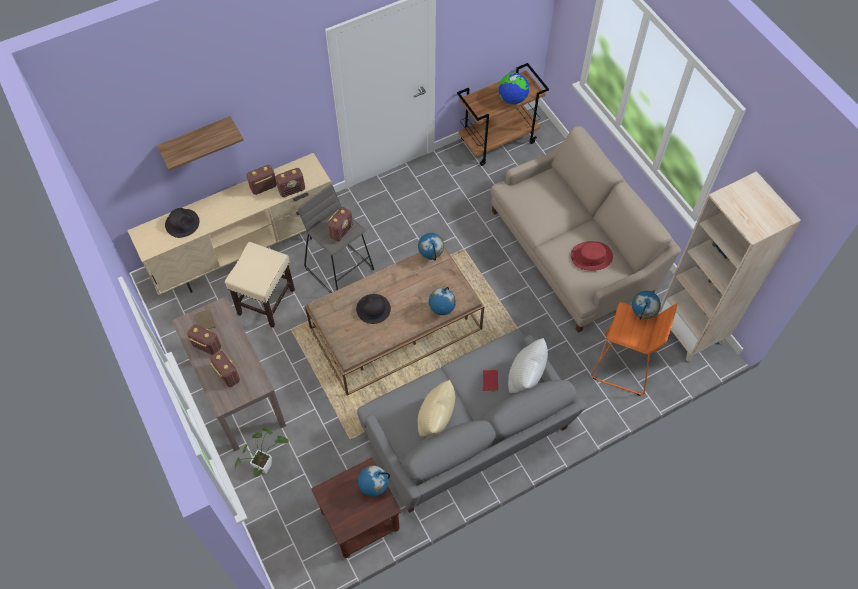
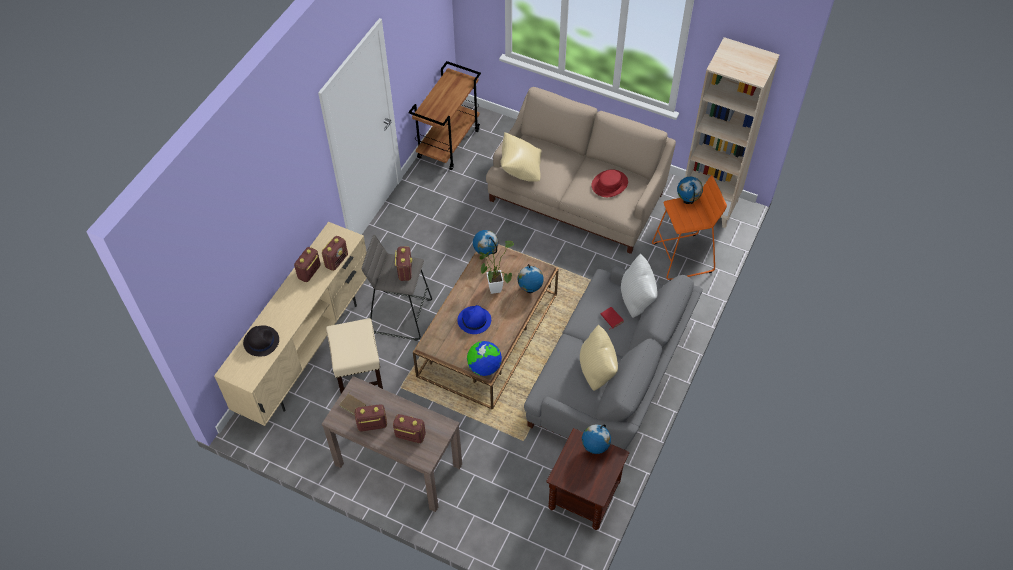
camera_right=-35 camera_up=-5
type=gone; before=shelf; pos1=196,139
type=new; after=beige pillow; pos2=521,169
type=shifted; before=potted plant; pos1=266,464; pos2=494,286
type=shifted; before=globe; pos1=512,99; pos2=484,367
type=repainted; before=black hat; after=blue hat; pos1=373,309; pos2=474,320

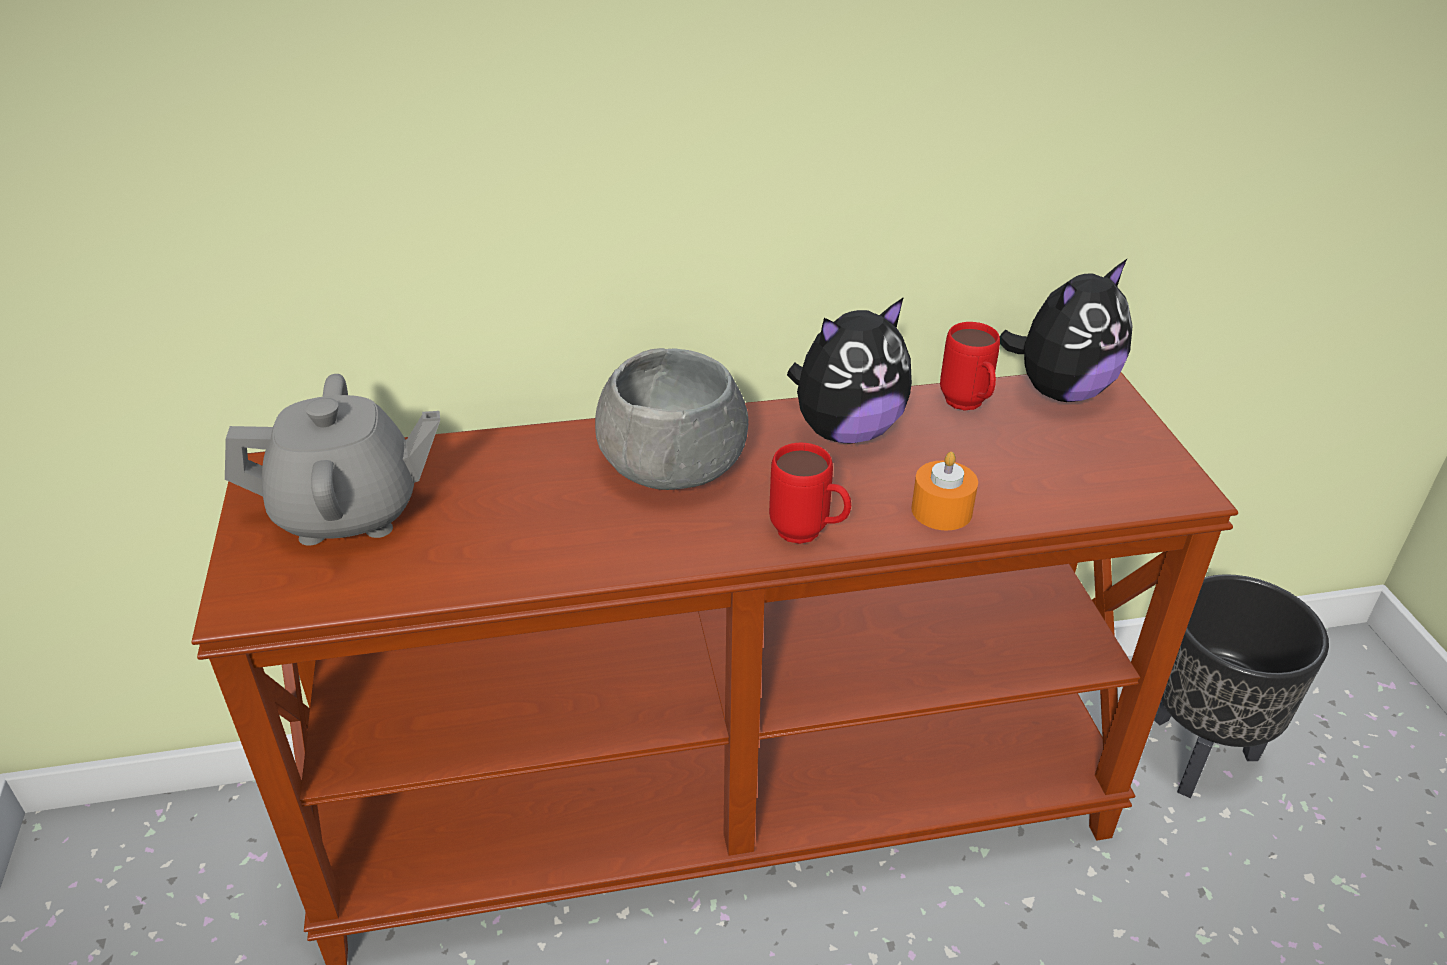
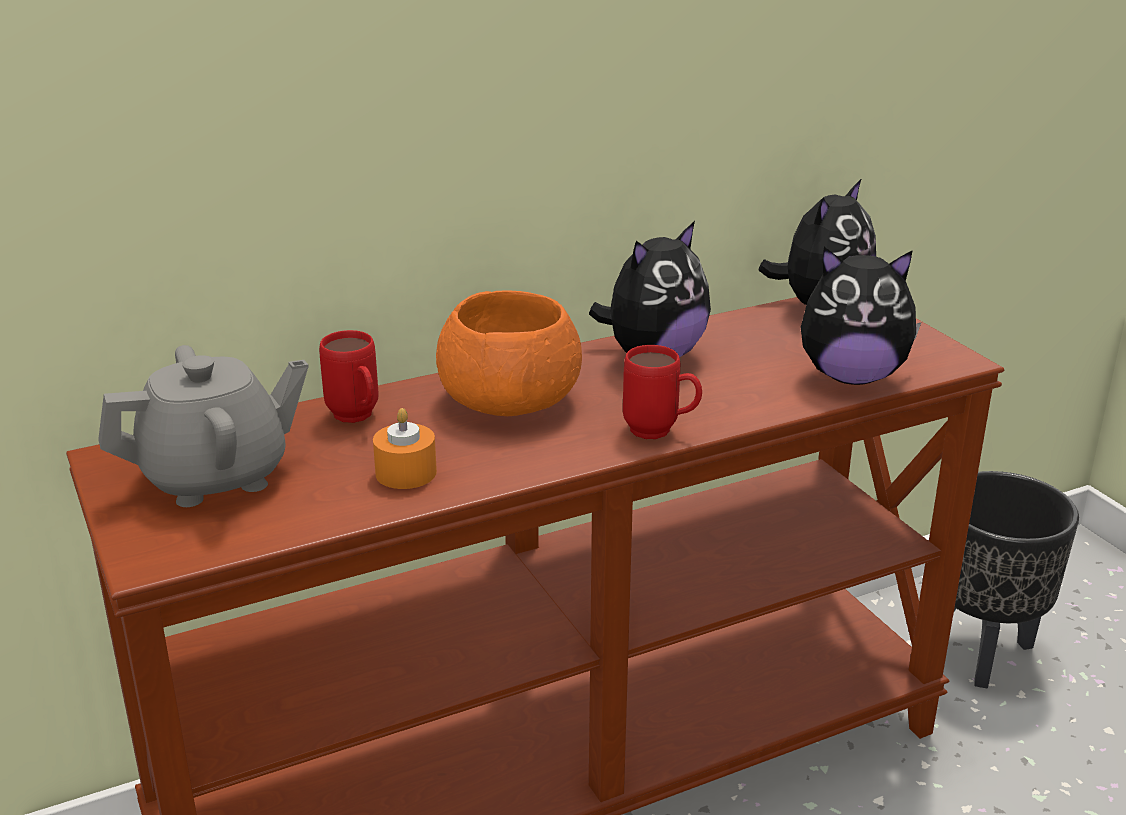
camera_right=-15 camera_up=-10
type=new; after=plush toy; pos2=852,376
type=shifted; before=orange candle; pos1=941,510; pos2=406,473
type=shifted; before=red mug; pos1=968,407; pos2=357,419
type=repainted; before=grey bowl; after=orange bowl; pos1=672,464; pos2=509,400

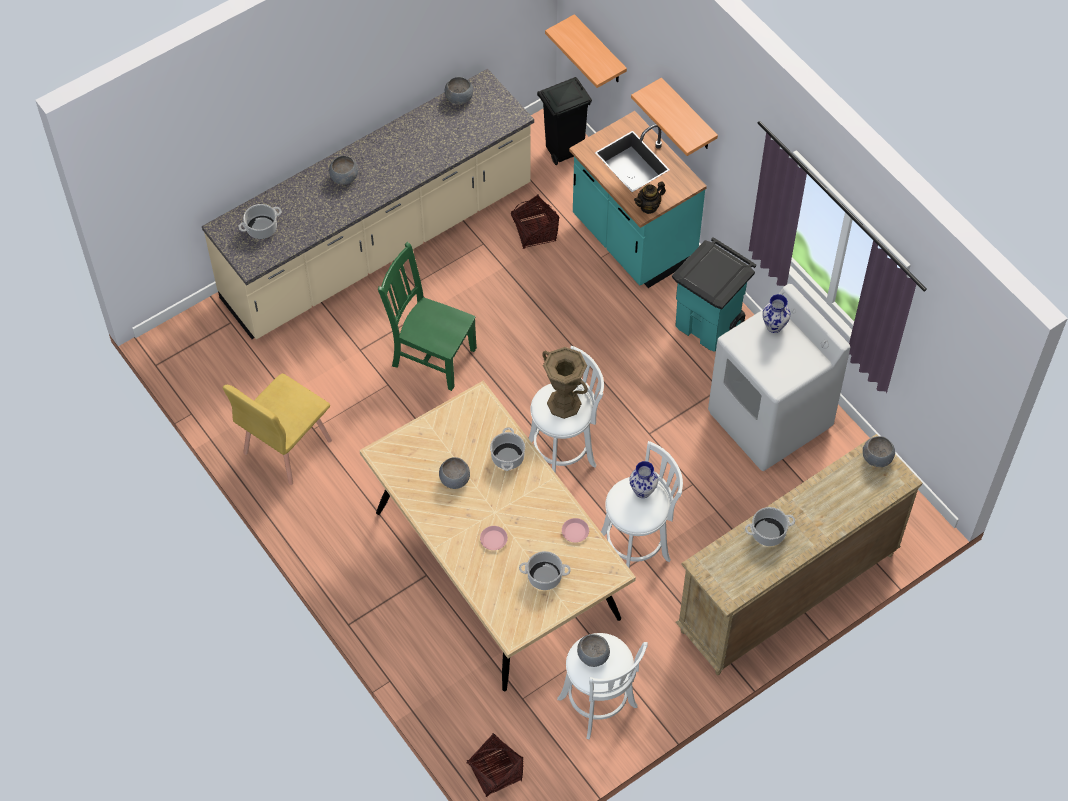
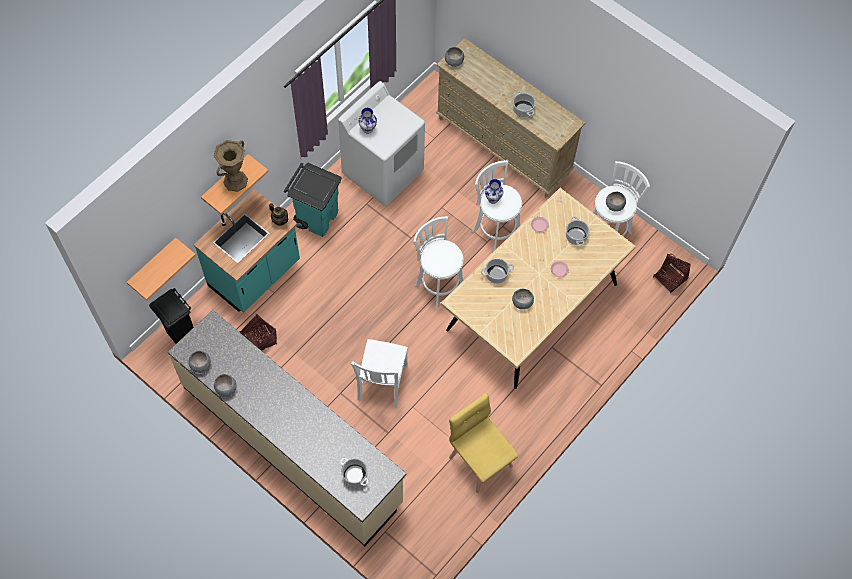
camera_right=-105 camera_up=5
type=shifted; before=grey bowl; pos1=343,177; pos2=226,389
type=shifted; before=brown vase; pos1=564,404; pos2=235,181
type=repainted; before=green chair; after=white chair; pos1=431,355; pos2=381,384
type=rotated; before=yellow chair; pos1=286,447; pos2=480,461; turn=-150

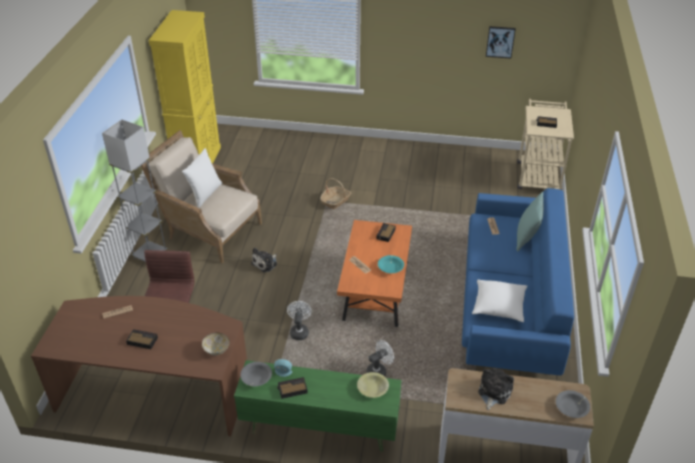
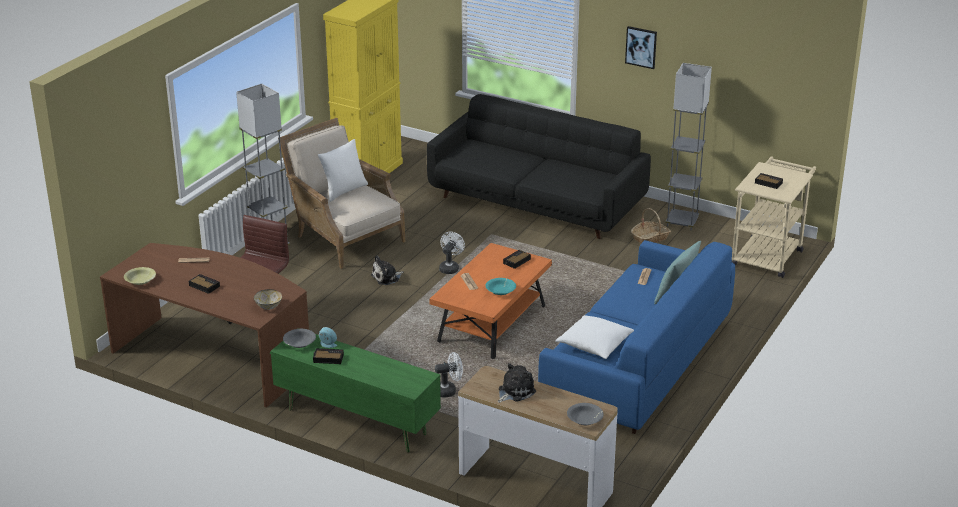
camera_right=20 camera_up=-10
type=new; after=black sofa; pos2=536,202
type=new; after=grey floor lamp; pos2=682,222
type=shifted; before=white fan; pos1=299,331; pos2=450,267
type=shifted; before=basket; pos1=335,201; pos2=650,238
type=shifted; before=yellow bowl; pos1=372,388; pos2=140,280
type=shifted; before=picture; pos1=500,41; pos2=641,47

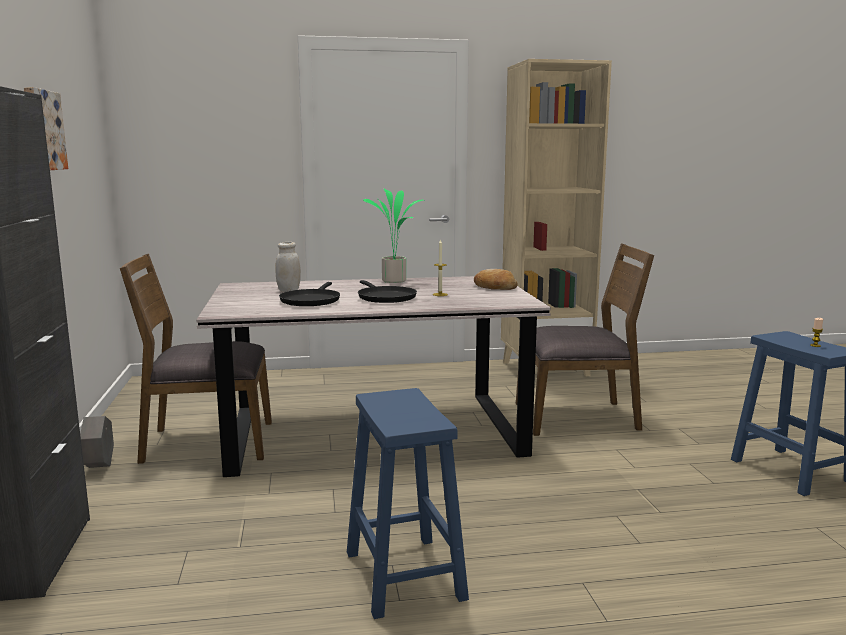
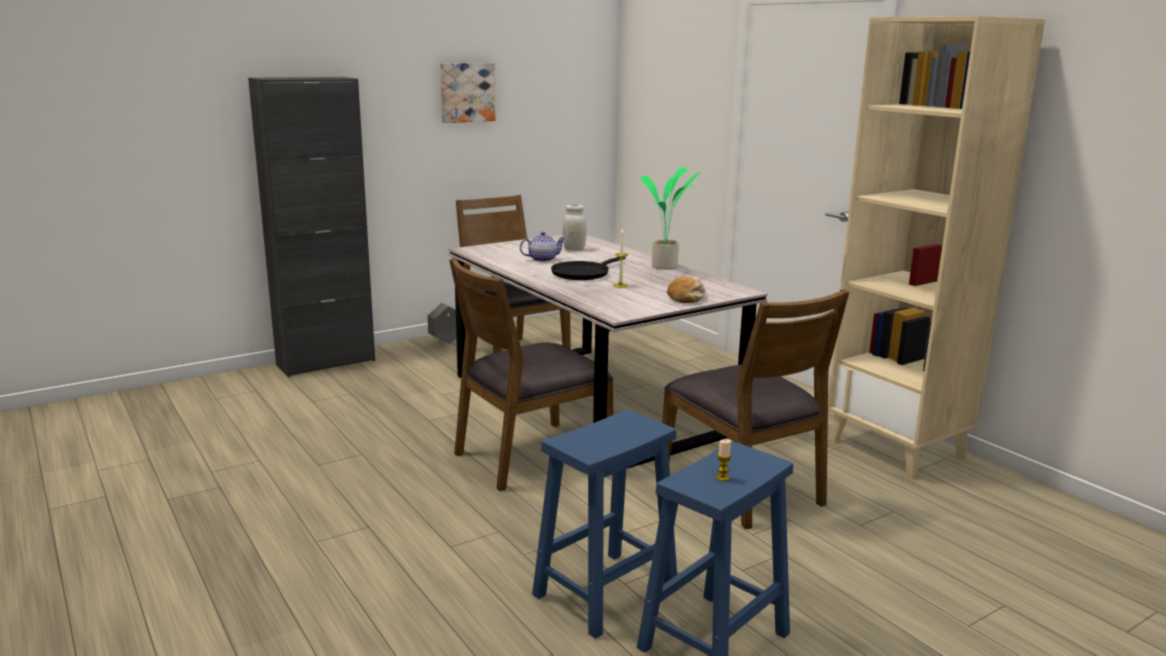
camera_right=65 camera_up=5
type=new; after=brown chair; pos2=530,456
type=shifted; before=blue stool; pos1=403,574; pos2=607,591
type=swapped; before=black frying pan; after=teapot; pos1=311,300; pos2=542,259

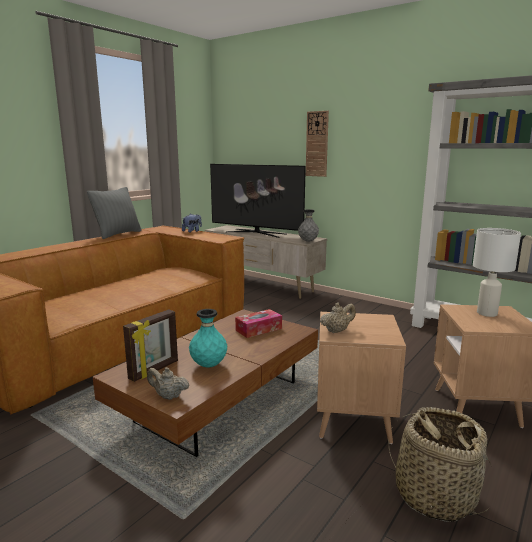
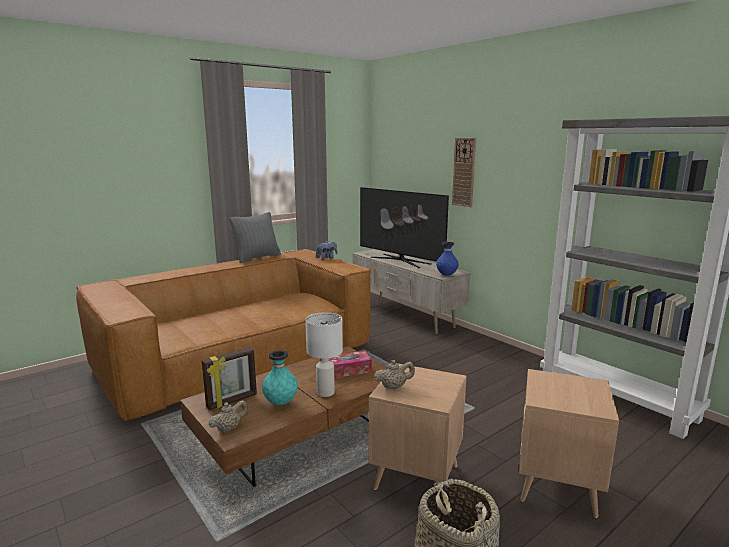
camera_right=15 camera_up=0
type=shifted; before=white table lamp; pos1=487,313; pos2=325,392
type=repainted; before=grey vase; after=blue vase; pos1=308,241; pos2=446,275
type=rotated; before=beige teapot; pos1=168,396; pos2=229,428; turn=105

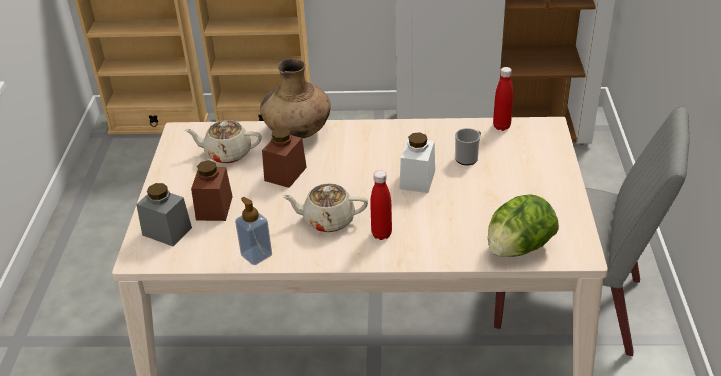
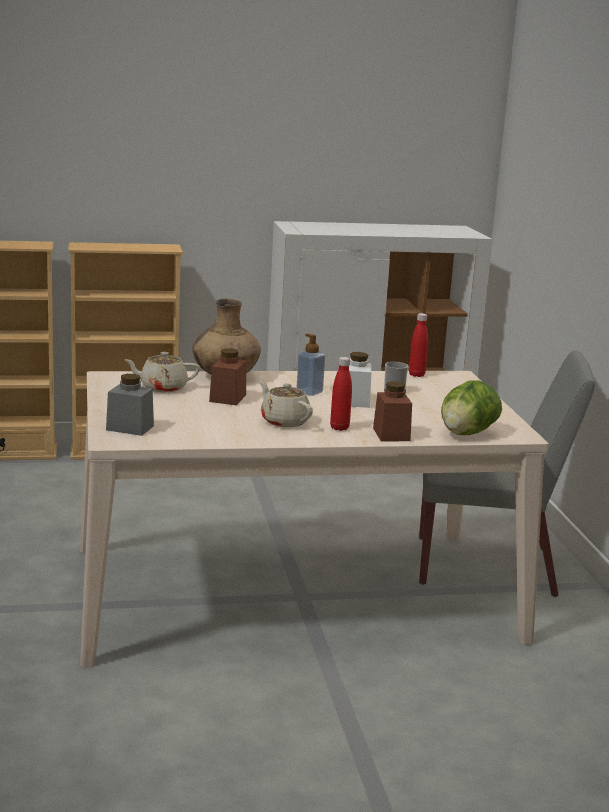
camera_right=-15 camera_up=-20
type=shifted; before=brown jar; pos1=214,208; pos2=391,434
type=shifted; before=soap dispenser; pos1=256,255; pos2=309,392
type=rotated; before=beige teapot; pos1=327,220; pos2=284,421; turn=60

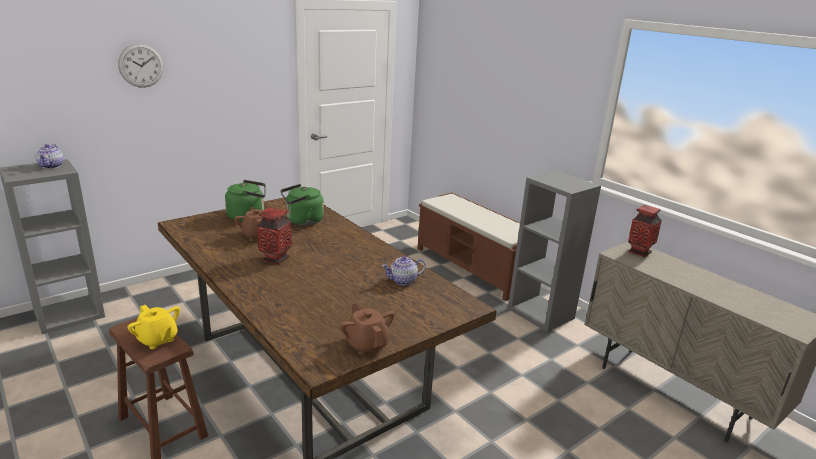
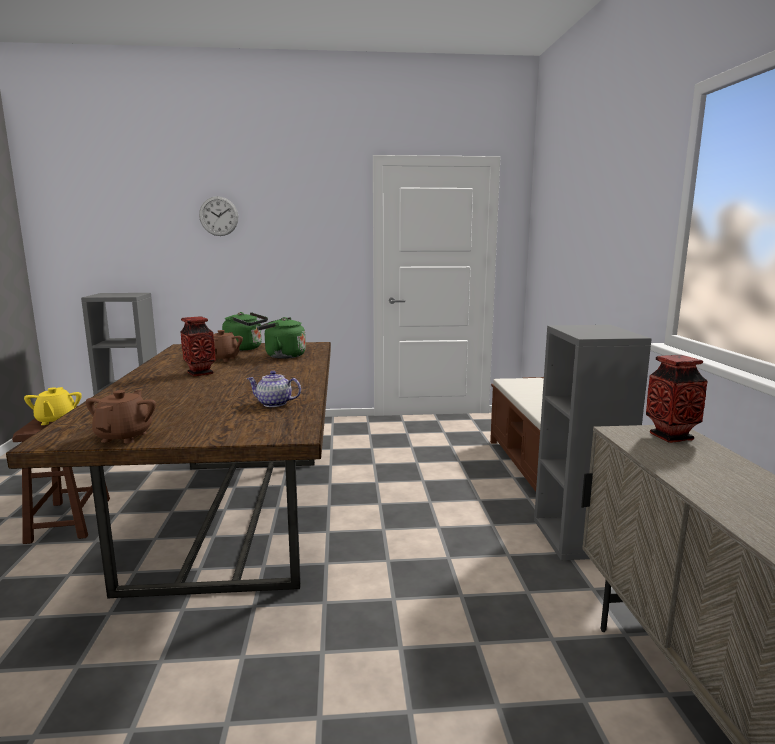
camera_right=35 camera_up=-10
type=gone; before=teapot; pos1=52,166

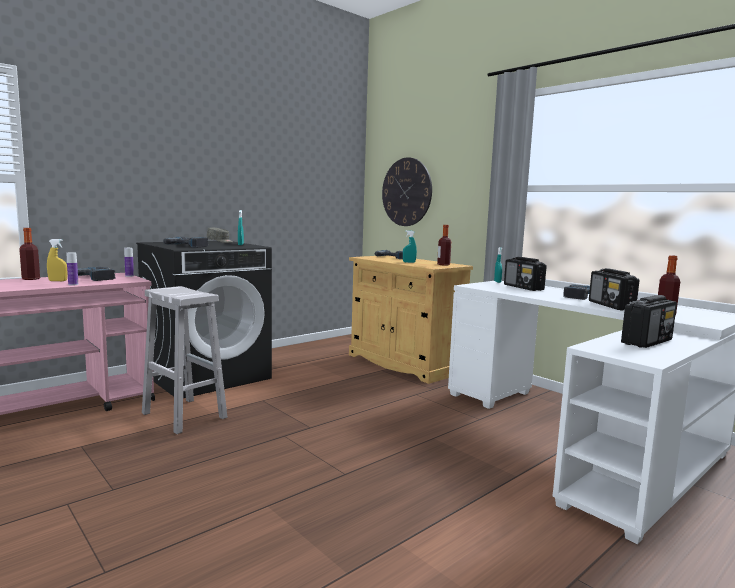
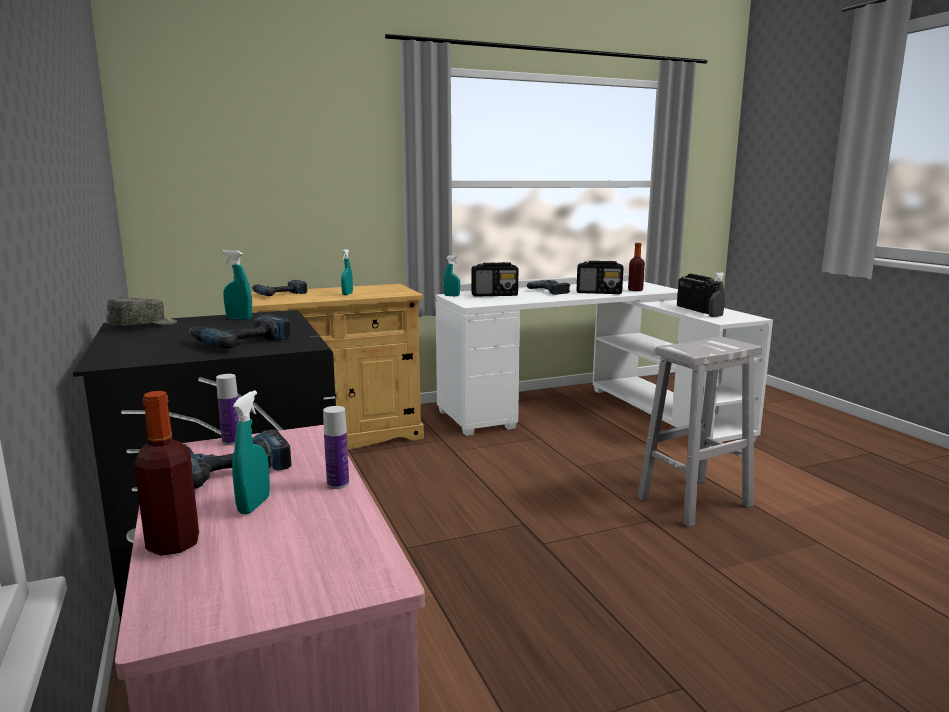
camera_right=-70 camera_up=5
type=gone; before=wall clock; pos1=406,192
type=gone; before=bottle; pos1=443,264
type=new; after=grey spray bottle; pos2=715,316
type=shifted; before=white stool; pos1=183,415; pos2=693,502
type=repainted; before=yellow spray bottle; after=turquoise spray bottle; pos1=58,281; pos2=254,505

